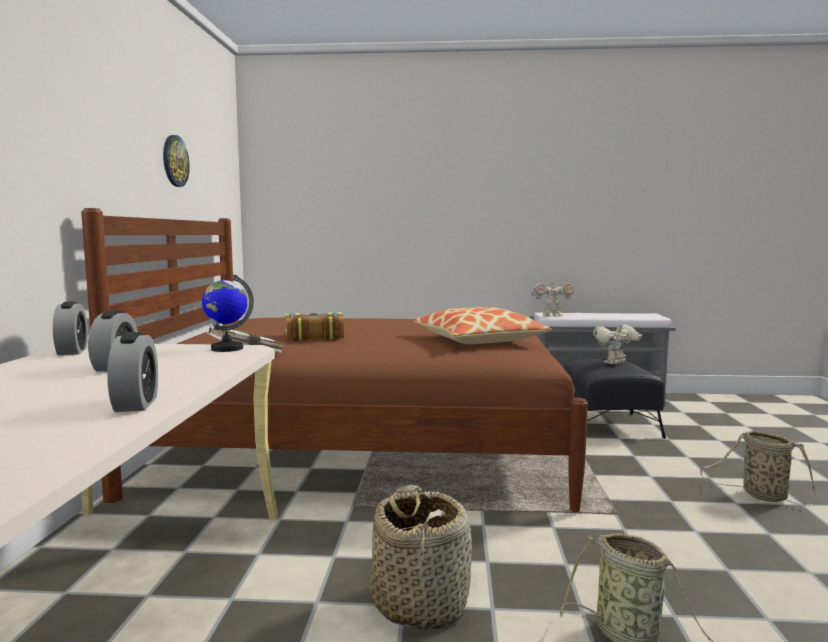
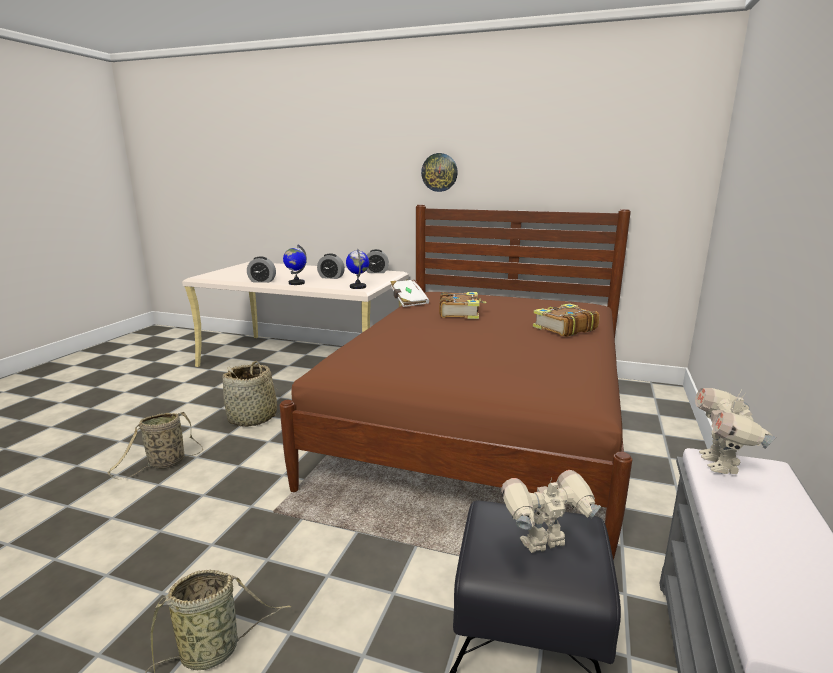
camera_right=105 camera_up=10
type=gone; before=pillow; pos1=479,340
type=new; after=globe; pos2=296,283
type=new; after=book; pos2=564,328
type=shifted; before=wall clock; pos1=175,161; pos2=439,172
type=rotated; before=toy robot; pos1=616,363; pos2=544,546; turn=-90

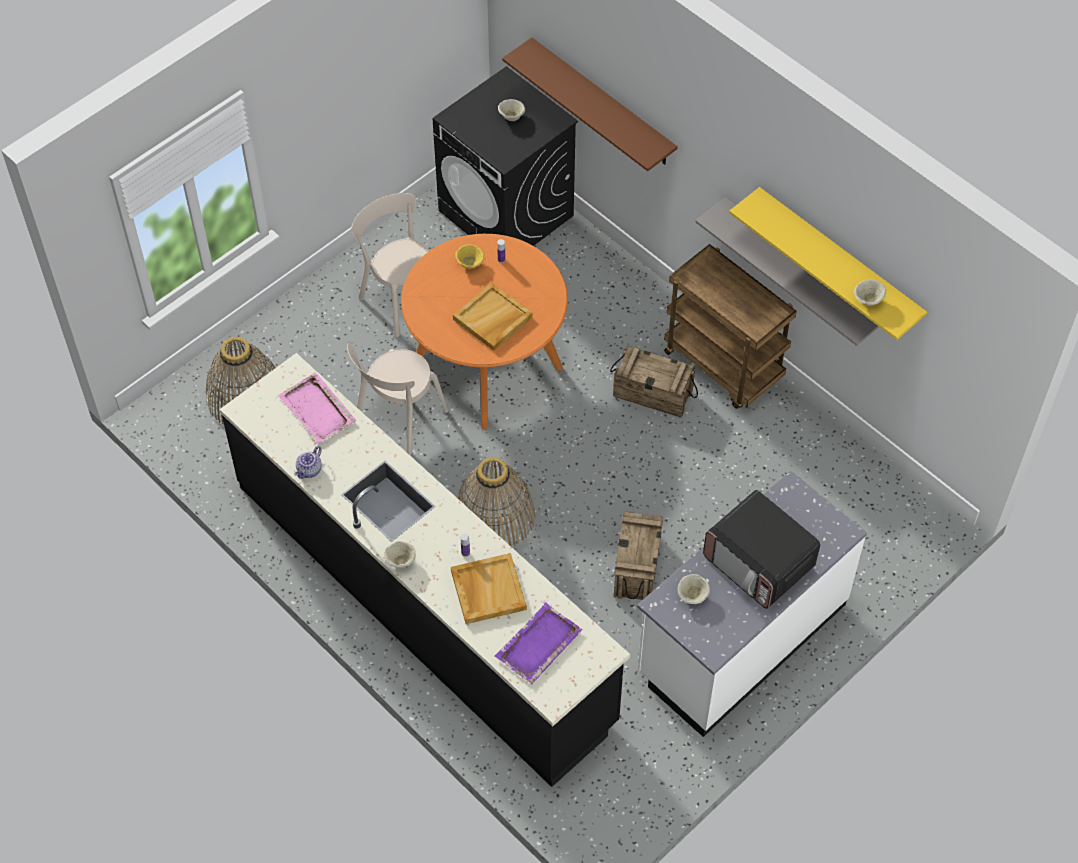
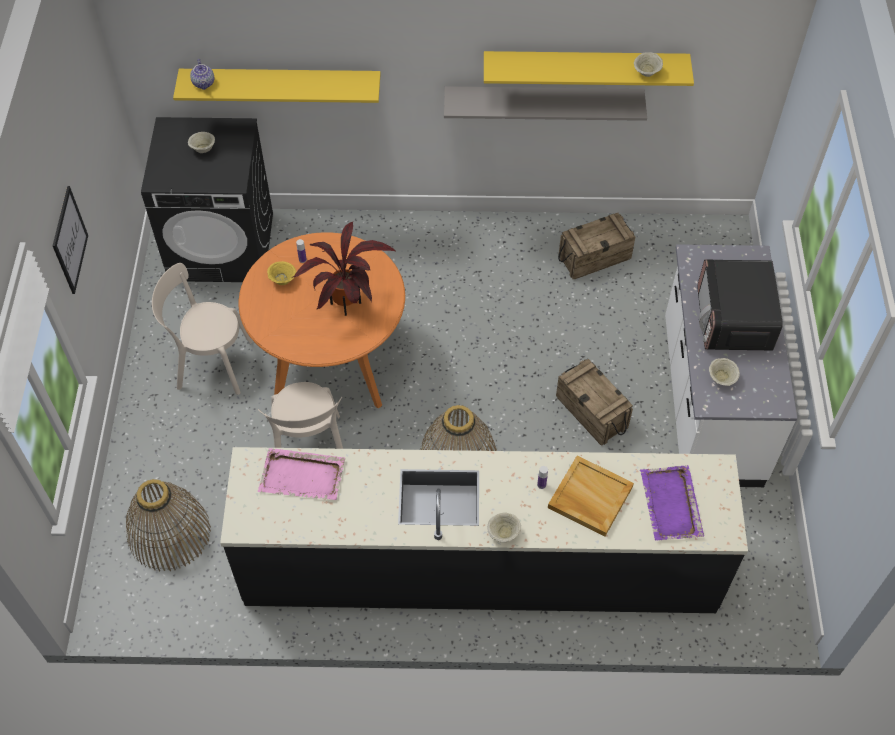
camera_right=-45 camera_up=0
type=gone; before=brown cart; pos1=724,366
type=new; after=picture; pos2=69,240
type=shifted; before=teapot; pos1=310,470; pos2=204,83
type=shifted; before=crate; pos1=653,393; pos2=594,257
type=swapped; before=beige tray; after=potted plant; pos1=492,319; pos2=346,306
type=repainted; before=brown shelf; after=yellow shelf; pos1=602,103; pos2=281,83
type=rotated; before=microwave; pos1=759,563; pos2=733,320; turn=90

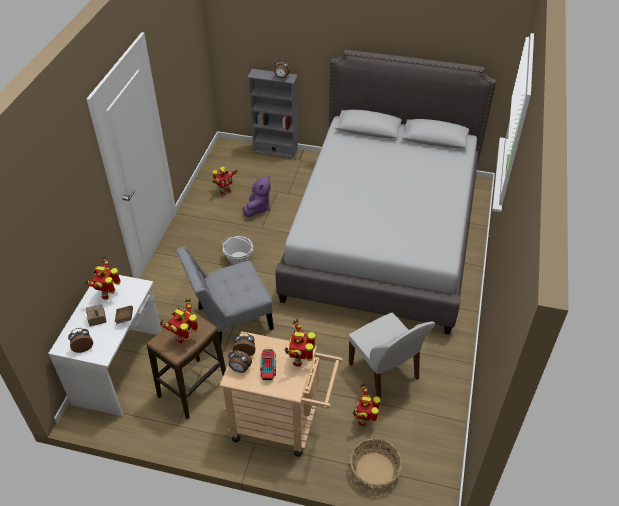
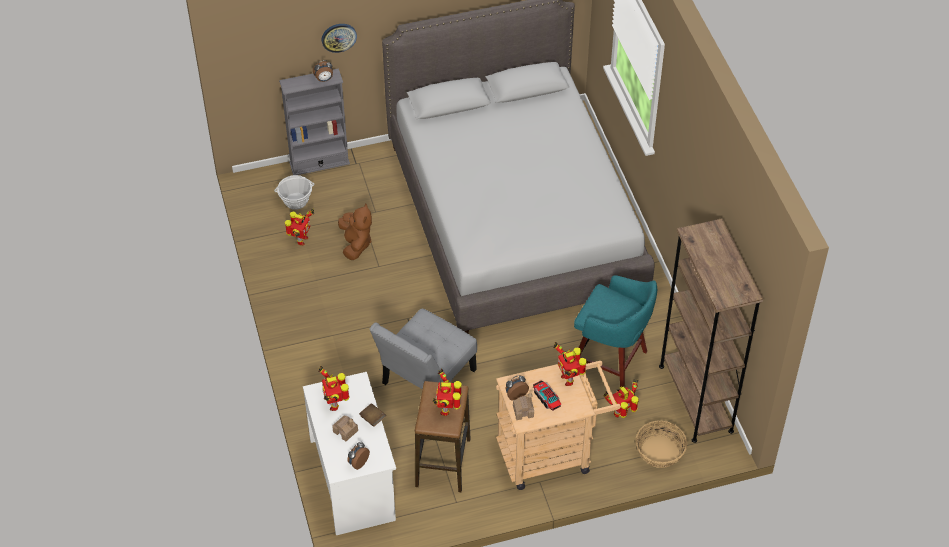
camera_right=-30 camera_up=5
type=new; after=wall clock; pos2=338,37
type=new; after=brown bookcase; pos2=695,398
type=shifted; before=basket; pos1=239,258; pos2=296,201
type=swapped; before=alarm clock; after=toy house; pos1=240,369; pos2=523,411
type=swapped; before=white chair; after=turquoise stool; pos1=384,372; pos2=611,362
type=repainted; before=purple plush toy; after=brown plush toy; pos1=258,208; pos2=356,244
type=rotated; before=toy robot; pos1=364,419; pos2=621,413; turn=75

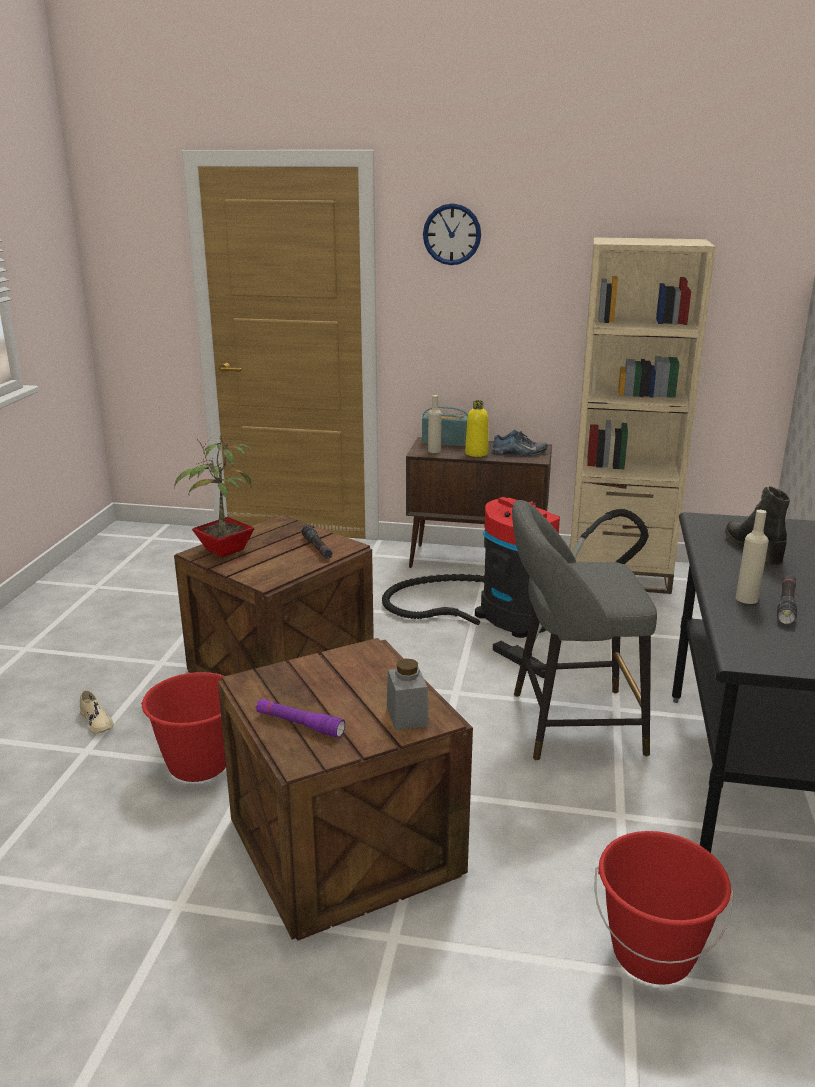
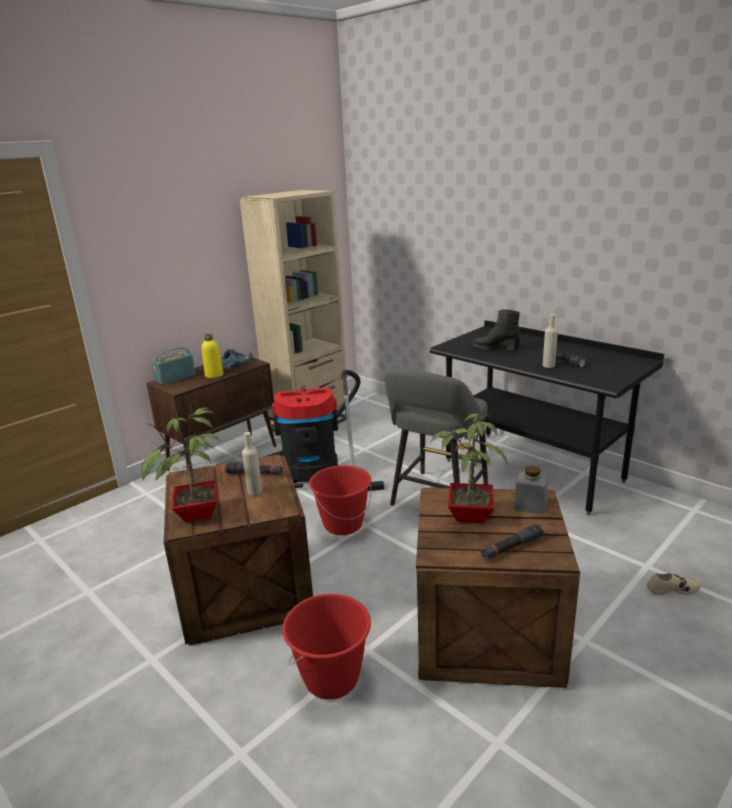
camera_right=-55 camera_up=0
type=gone; before=wall clock; pos1=452,234
type=new; after=potted plant; pos2=468,515
type=shifted; before=beige shoe; pos1=96,721; pos2=672,589
type=shifted; before=beige bottle; pos1=434,451; pos2=255,491
type=shifted; before=red bucket; pos1=652,953; pos2=343,524
type=repainted; before=purple flashlight; after=black flashlight; pos1=299,724; pos2=511,547

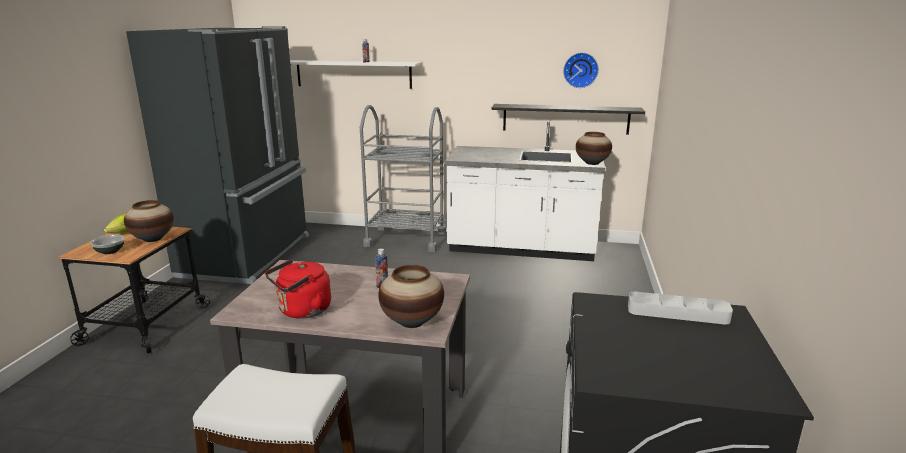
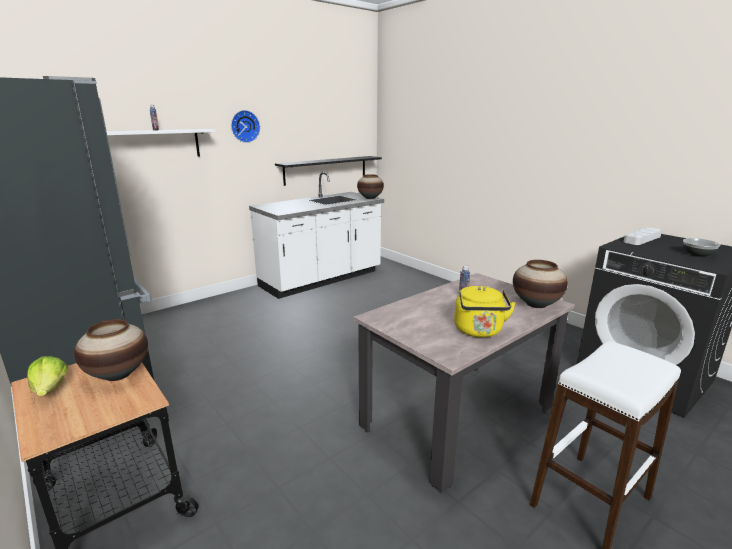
camera_right=-50 camera_up=0
type=gone; before=grey cart; pos1=406,239
type=shifted; before=bowl; pos1=109,251; pos2=698,255
type=shifted; before=wall clock; pos1=580,70; pos2=244,126
type=repainted; before=red kettle; after=yellow kettle; pos1=302,311; pos2=479,331

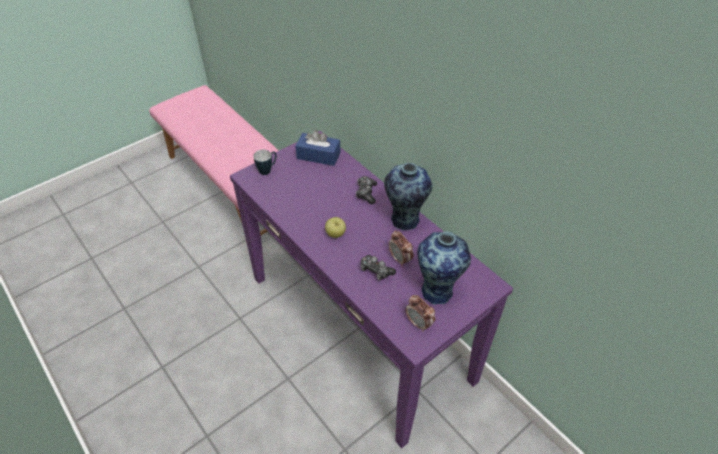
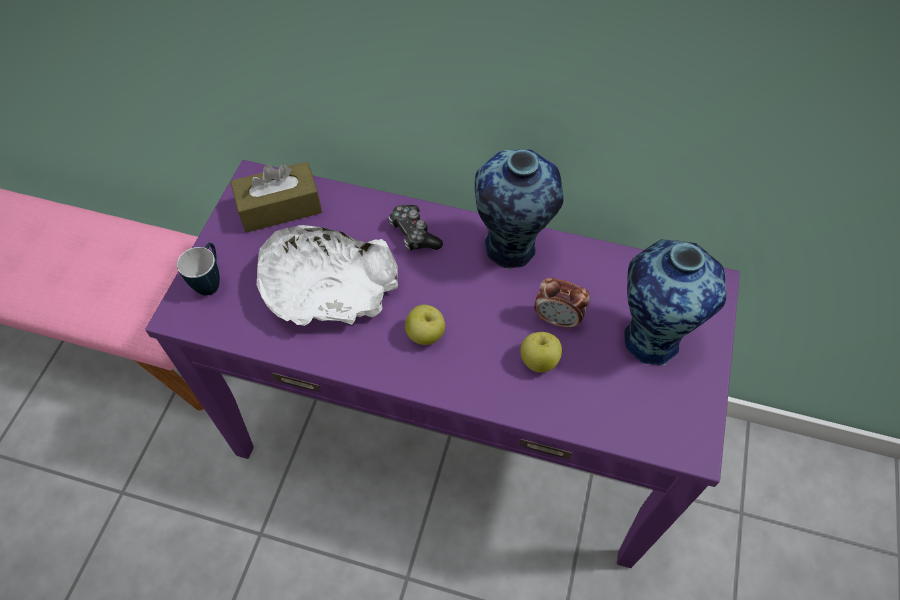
camera_right=-35 camera_up=10
type=gone; before=alarm clock; pos1=419,323
type=new; after=white bowl; pos2=328,288
type=swapped; before=game controller; after=apple; pos1=376,270; pos2=538,361
type=repainted; before=blue tissue box; after=brown tissue box; pos1=318,155; pos2=280,207

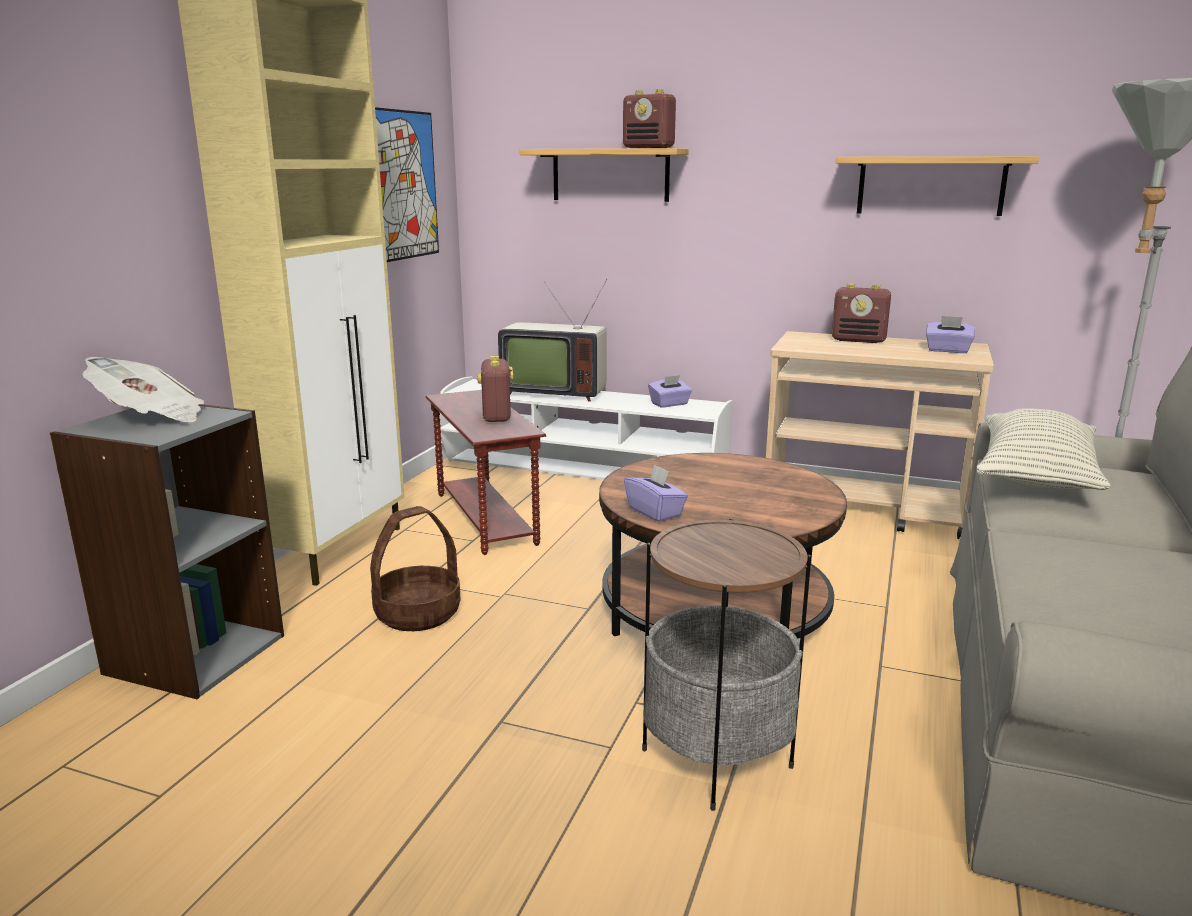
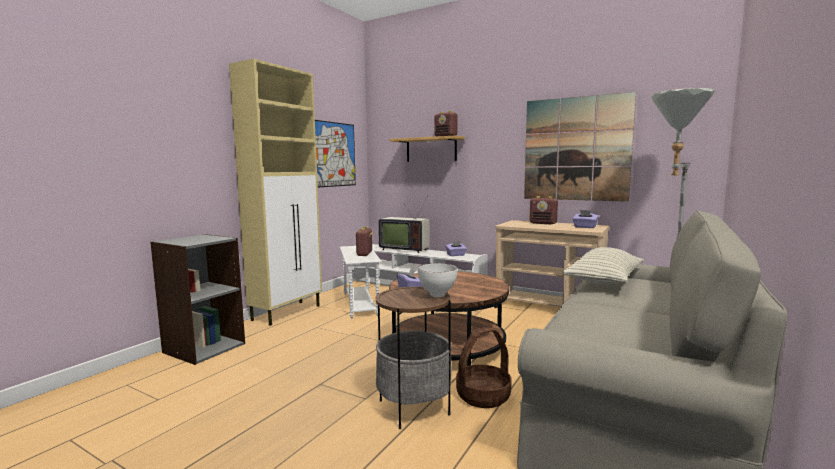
camera_right=10 camera_up=-10
type=gone; before=newspaper; pos1=151,417
type=new; after=white bowl; pos2=438,295
type=shifted; before=basket; pos1=418,613; pos2=483,396
type=swapped; before=shelf; after=picture; pos1=930,185; pos2=576,149
type=repainted; before=brown side table; after=white side table; pos1=484,519; pos2=359,304

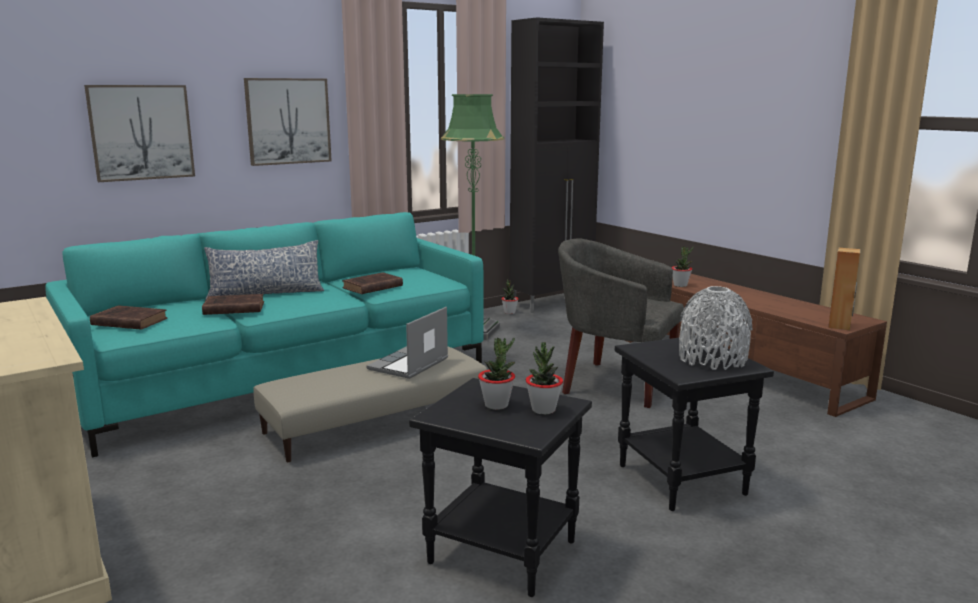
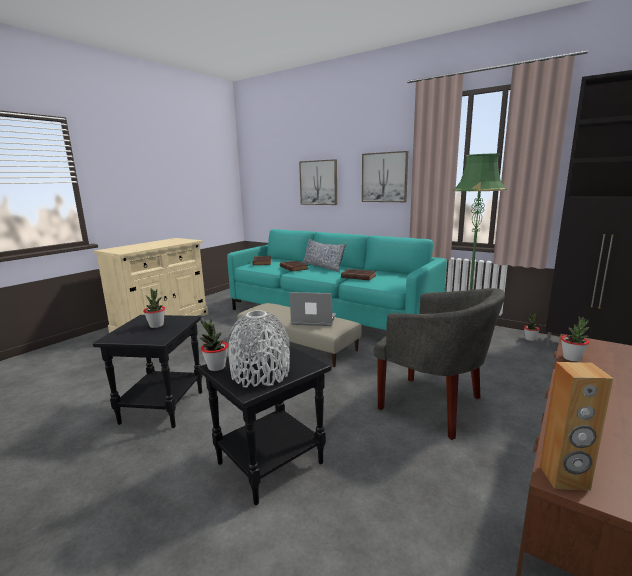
camera_right=70 camera_up=0
type=shifted; before=potted plant; pos1=543,410; pos2=216,367
type=rotated; before=grey armchair; pos1=614,384; pos2=434,406; turn=120

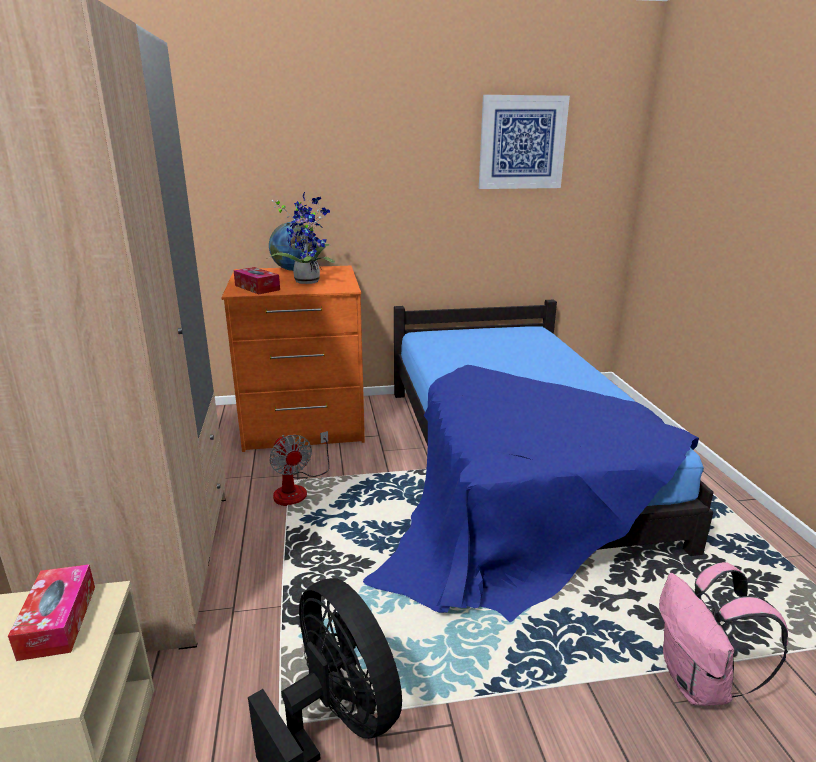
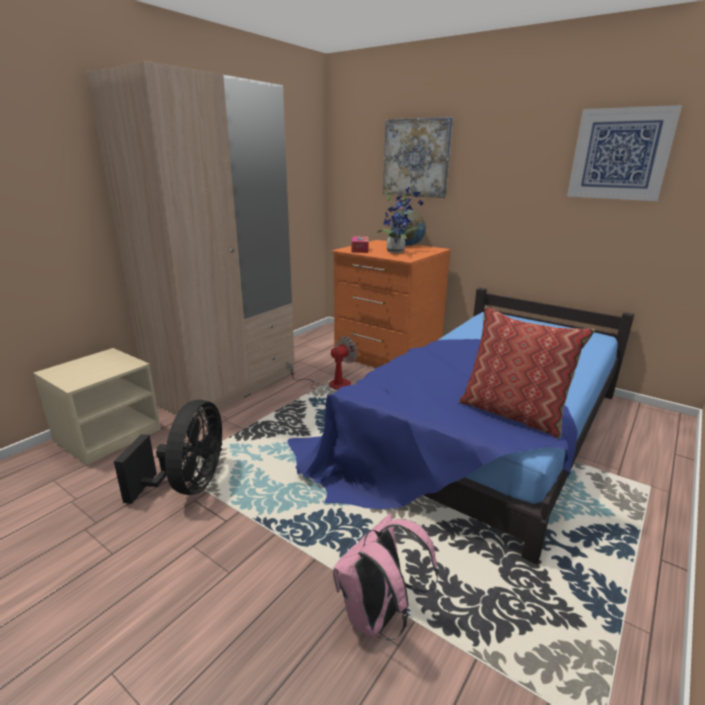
camera_right=45 camera_up=0
type=gone; before=tissue box; pos1=58,621
type=new; after=picture; pos2=416,158
type=new; after=pillow; pos2=513,413
type=rotated; before=fan; pos1=297,489; pos2=331,384; turn=-150

